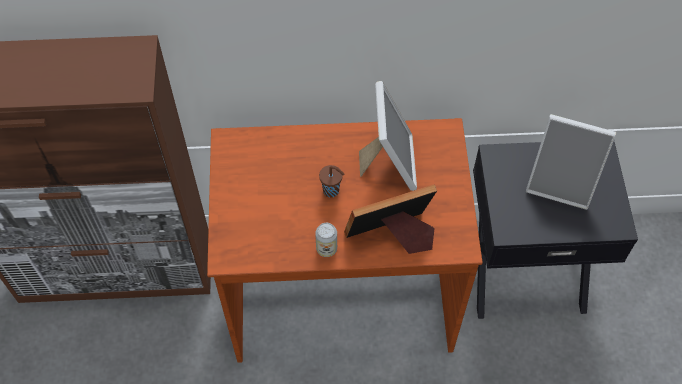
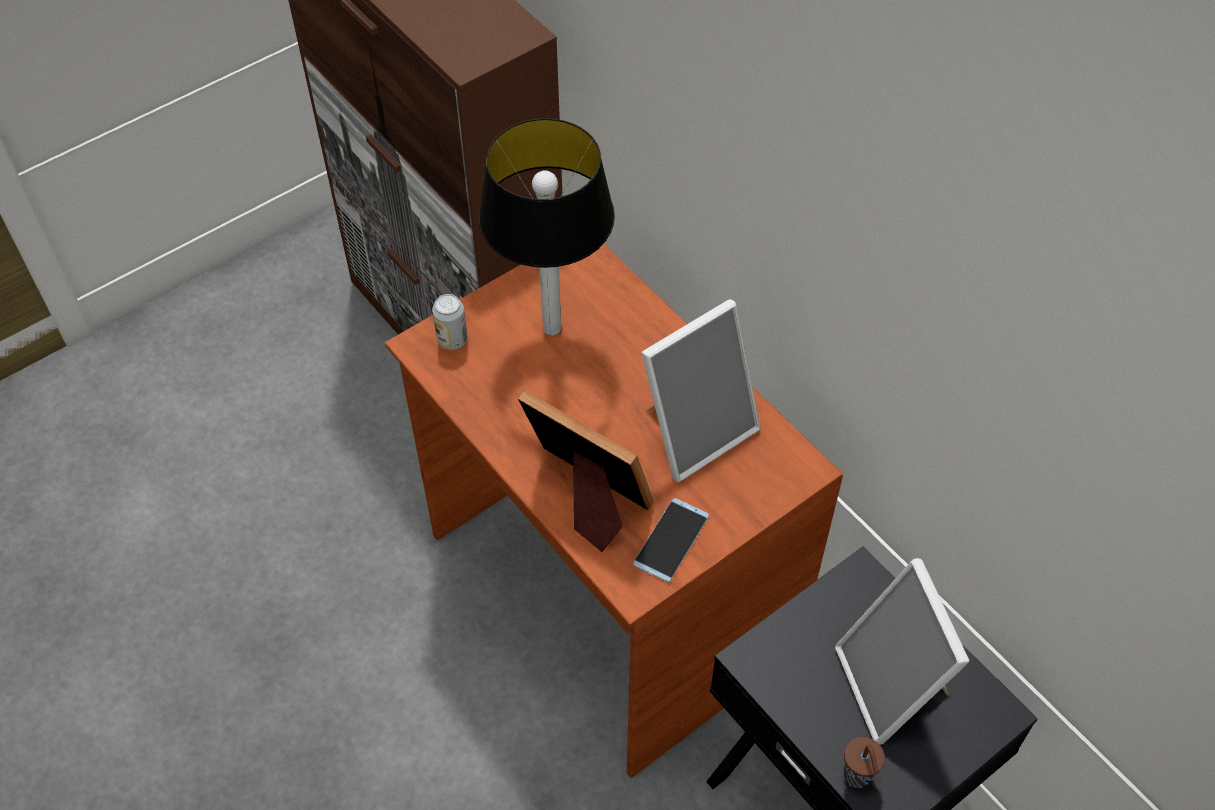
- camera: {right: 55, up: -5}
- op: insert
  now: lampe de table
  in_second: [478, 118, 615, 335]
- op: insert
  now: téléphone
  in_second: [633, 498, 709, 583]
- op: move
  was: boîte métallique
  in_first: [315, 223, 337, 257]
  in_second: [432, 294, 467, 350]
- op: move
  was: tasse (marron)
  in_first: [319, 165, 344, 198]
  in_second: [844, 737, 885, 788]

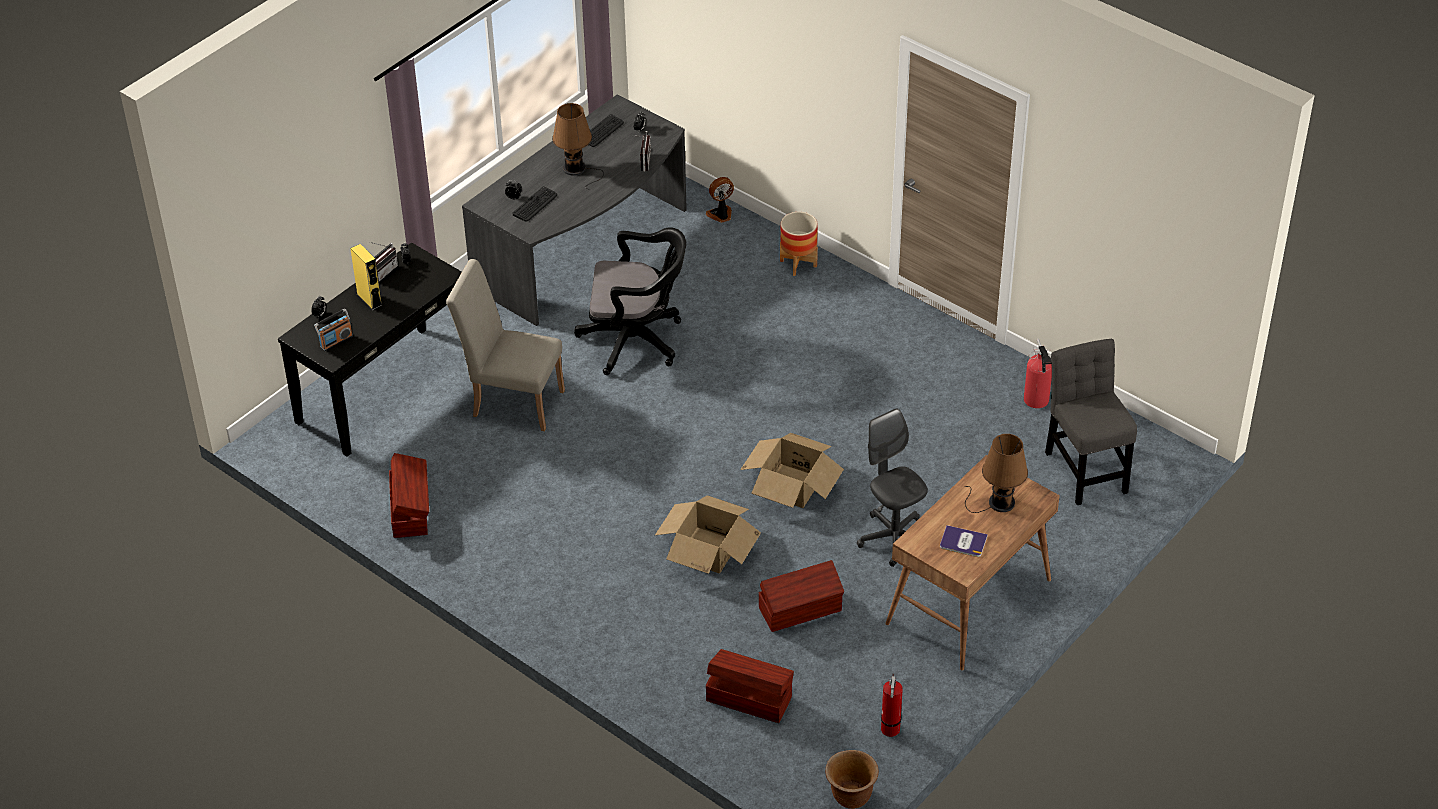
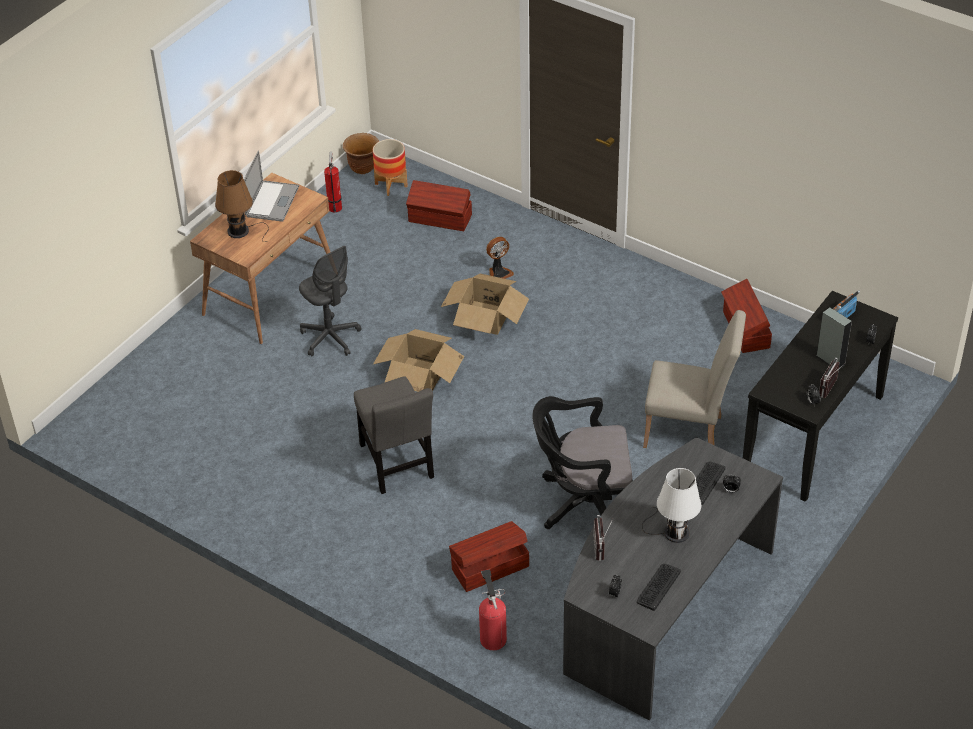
- camera: {right: 175, up: 0}
- op: move
  was: ventilateur
  in_first: [706, 177, 734, 223]
  in_second: [486, 237, 514, 279]
- op: move
  was: boîte de rangement (marron)
  in_first: [759, 560, 844, 632]
  in_second: [449, 521, 529, 592]
- op: move
  was: cache-pot
  in_first: [780, 212, 818, 276]
  in_second: [373, 139, 408, 196]
- op: move
  was: extincteur
  in_first: [1024, 339, 1052, 408]
  in_second: [479, 569, 507, 650]
- op: move
  was: chaise (gris)
  in_first: [1045, 339, 1137, 505]
  in_second: [354, 376, 434, 494]
- op: replace
  was: livre
  now: ordinateur portable
  in_first: [940, 525, 988, 557]
  in_second: [244, 151, 299, 221]
- op: recolor
  was: enceinte (jaune)
  now: enceinte (gris)
  in_first: [350, 244, 382, 310]
  in_second: [816, 308, 852, 369]
- op: recolor
  was: lampe de table (marron)
  now: lampe de table (blanc)
  in_first: [552, 103, 604, 190]
  in_second: [642, 468, 701, 543]

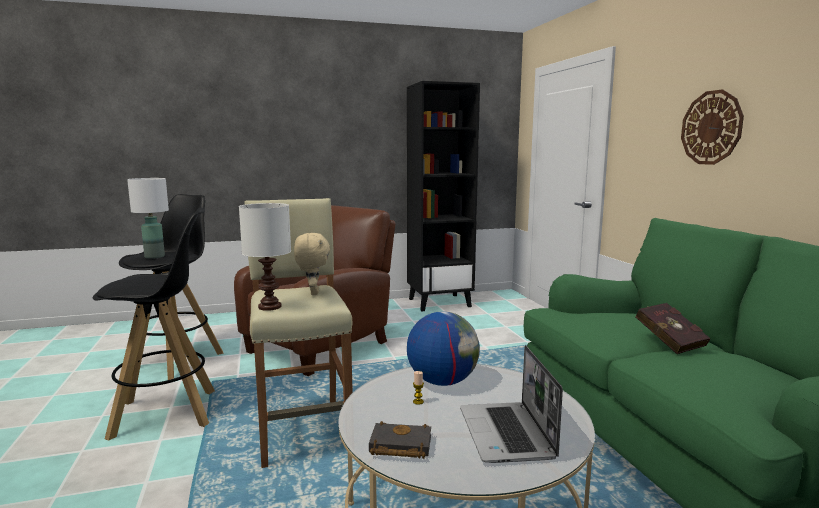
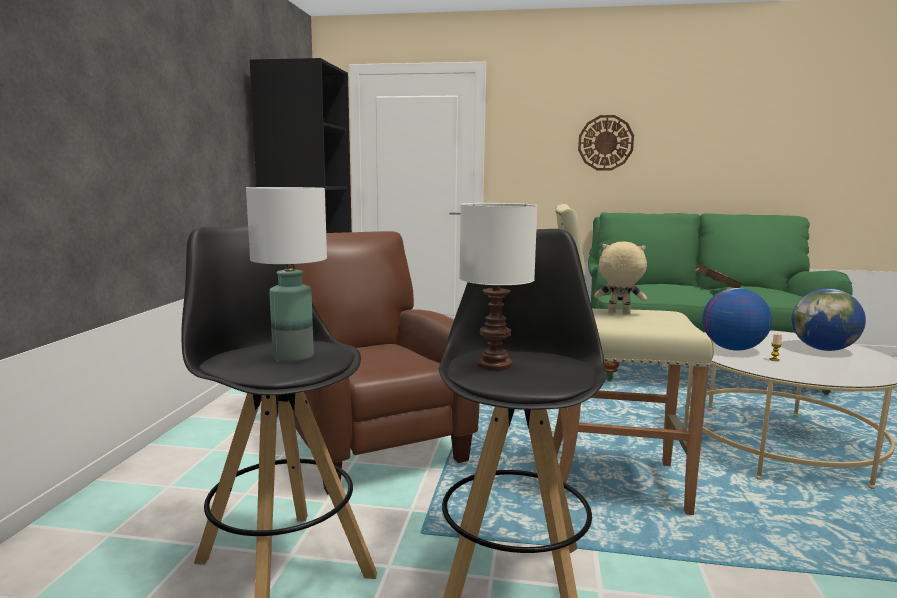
- camera: {right: -65, up: 0}
- op: delete
  was: livre (noir)
  in_first: [369, 421, 431, 459]
- op: move
  was: lampe de table (blanc)
  in_first: [239, 203, 291, 311]
  in_second: [459, 203, 538, 371]
- op: replace
  was: ordinateur portable
  now: globe
  in_first: [460, 345, 563, 463]
  in_second: [792, 289, 866, 351]

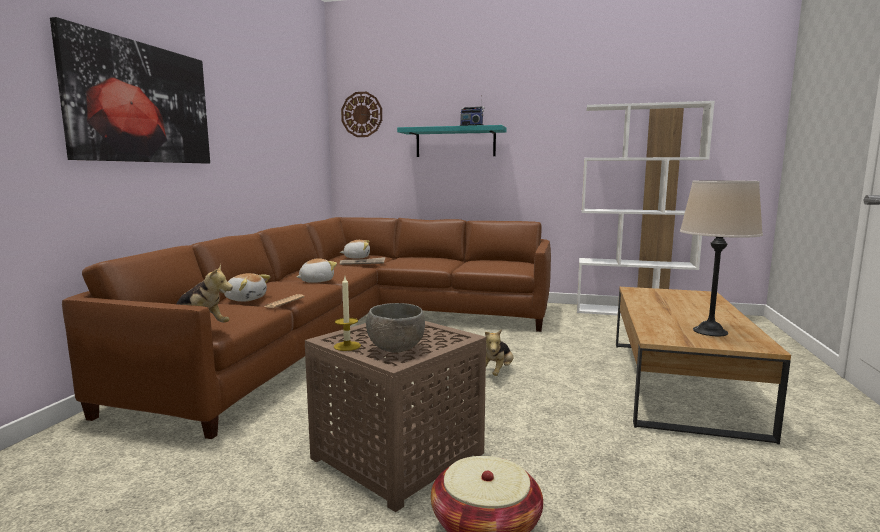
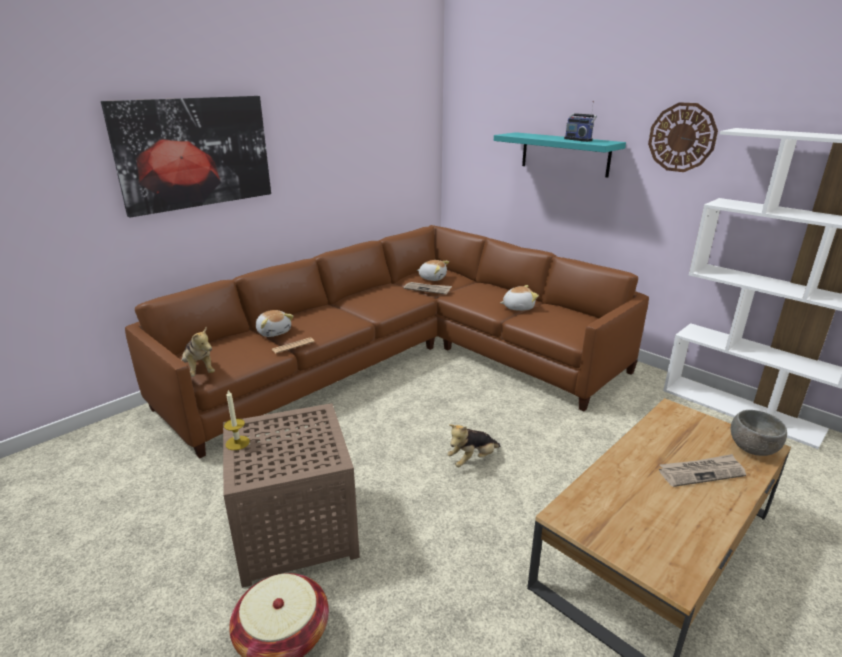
- camera: {right: 30, up: 15}
- op: delete
  was: lampe de table (beige)
  in_first: [680, 180, 763, 336]
- op: insert
  now: journal
  in_second: [659, 454, 746, 487]
- op: move
  was: peluche
  in_first: [297, 258, 337, 283]
  in_second: [500, 285, 539, 311]
- op: move
  was: horloge murale
  in_first: [341, 92, 382, 137]
  in_second: [648, 102, 718, 172]
- op: move
  was: bol (gris)
  in_first: [366, 303, 425, 353]
  in_second: [731, 410, 787, 456]

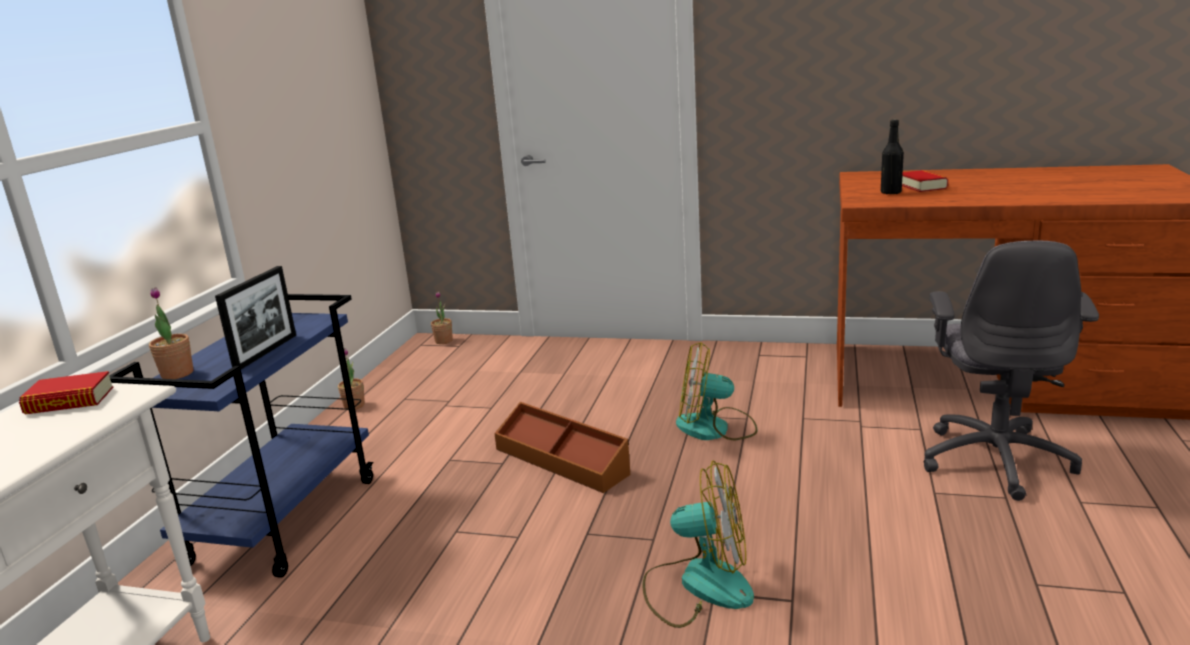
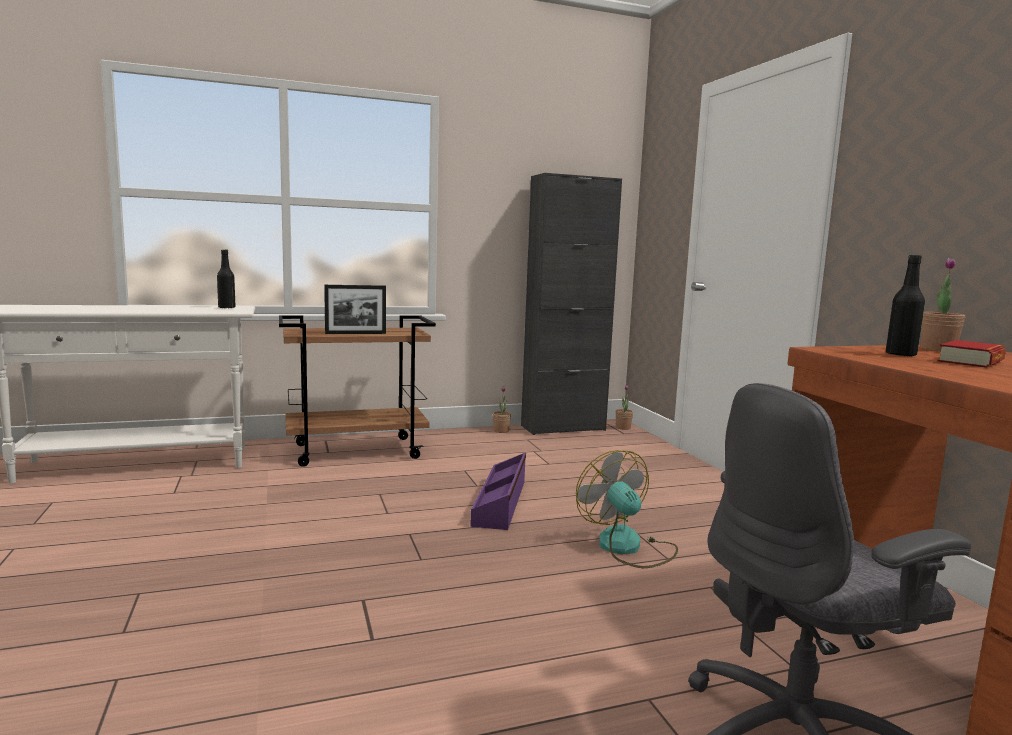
- camera: {right: 55, up: -10}
- op: delete
  was: ventilateur
  in_first: [643, 460, 754, 628]
- op: insert
  now: meuble de rangement (noir)
  in_second: [521, 173, 622, 435]
- op: move
  was: plante en pot
  in_first: [149, 287, 193, 379]
  in_second: [921, 258, 965, 352]
- op: replace
  was: livre
  now: bouteille (noir)
  in_first: [19, 371, 113, 414]
  in_second: [217, 249, 236, 309]
- op: recolor
  was: chariot (bleu)
  now: chariot (marron)
  in_first: [109, 294, 374, 578]
  in_second: [279, 315, 436, 467]
- op: recolor
  was: boîte de rangement (marron)
  now: boîte de rangement (violet)
  in_first: [494, 402, 630, 493]
  in_second: [470, 453, 526, 530]

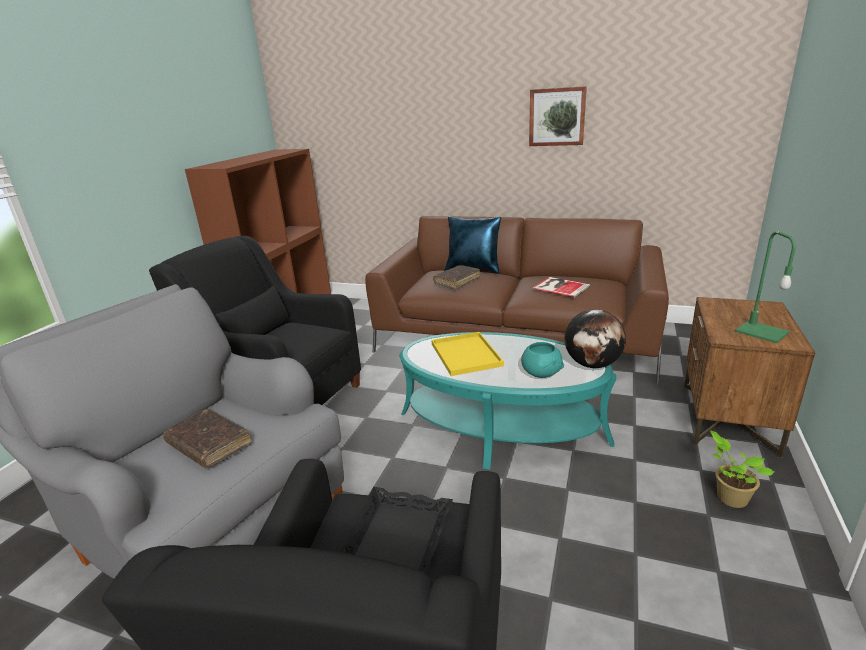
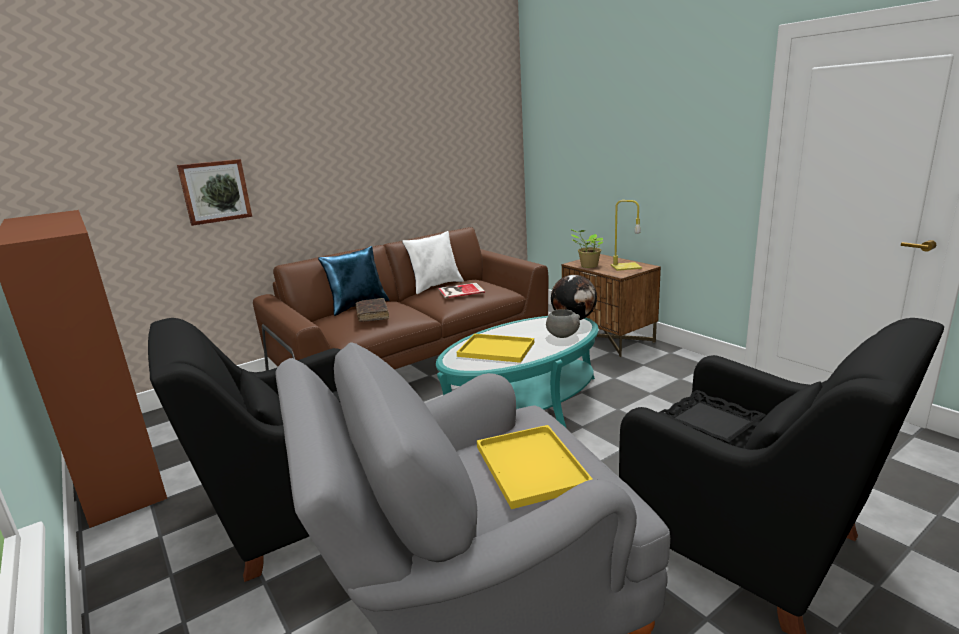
- camera: {right: -55, up: -5}
- op: insert
  now: coussin (blanc)
  in_second: [402, 231, 464, 294]
- op: move
  was: tableau
  in_first: [529, 86, 587, 146]
  in_second: [177, 159, 252, 226]
- op: move
  was: plante en pot
  in_first: [710, 431, 774, 508]
  in_second: [570, 229, 604, 268]
- op: replace
  was: livre (marron)
  now: plateau (jaune)
  in_first: [163, 408, 252, 469]
  in_second: [477, 425, 592, 509]
- op: recolor
  was: bol (turquoise)
  now: bol (gris)
  in_first: [521, 342, 564, 378]
  in_second: [546, 309, 580, 338]
- op: recolor
  was: lampe de table (vert)
  now: lampe de table (jaune)
  in_first: [735, 231, 796, 343]
  in_second: [611, 200, 642, 271]

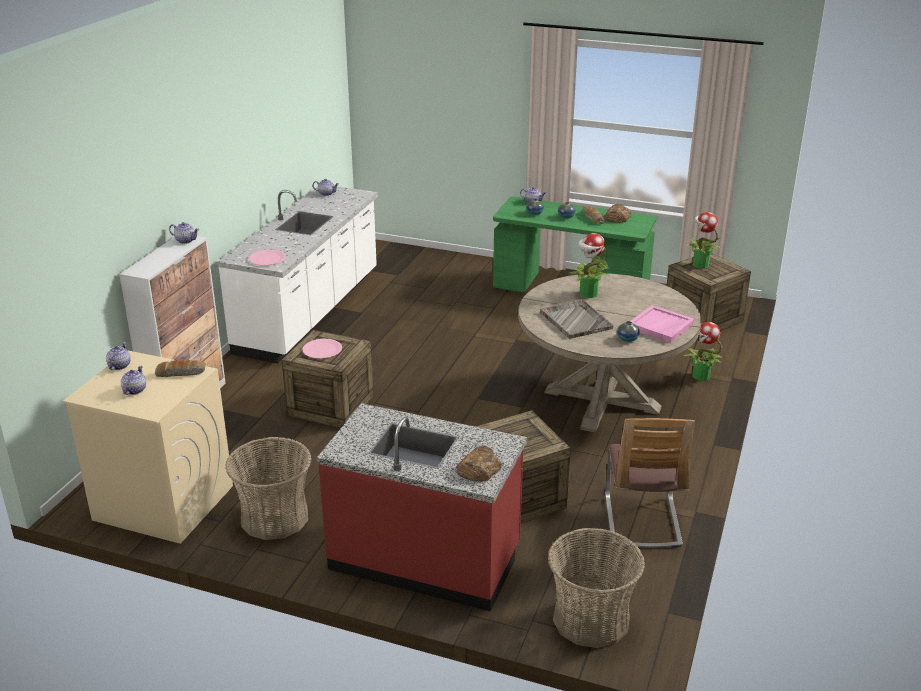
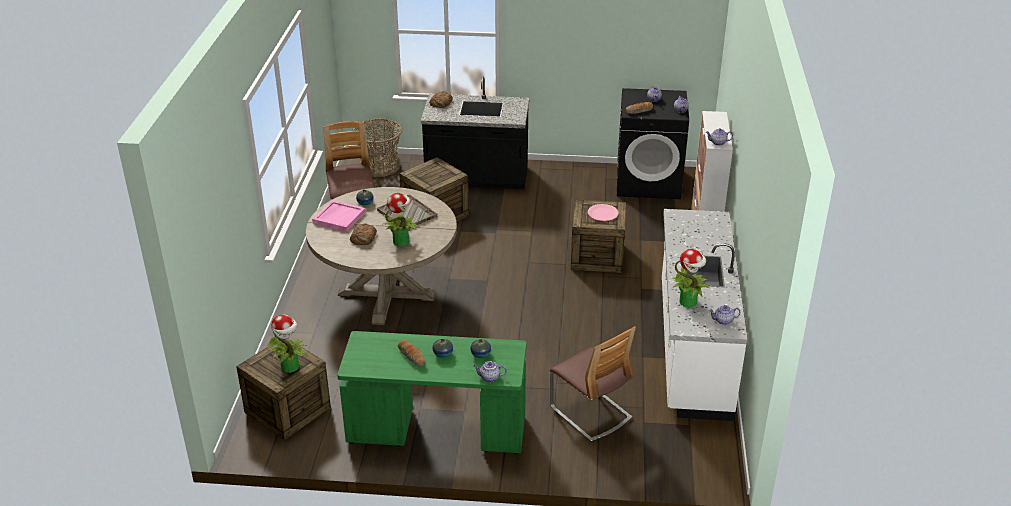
- camera: {right: 165, up: 5}
- op: delete
  was: panier
  in_first: [225, 437, 312, 540]
- op: delete
  was: assiette (rose)
  in_first: [248, 250, 286, 266]
- op: insert
  now: chaise
  in_second: [550, 326, 636, 442]
- op: move
  was: pain
  in_first: [604, 204, 631, 223]
  in_second: [350, 223, 377, 245]
- op: move
  was: plante en pot
  in_first: [683, 322, 723, 381]
  in_second: [672, 249, 711, 307]
- op: recolor
  was: lave-linge (beige)
  now: lave-linge (noir)
  in_first: [63, 351, 233, 544]
  in_second: [617, 88, 689, 199]
- op: recolor
  was: comptoir de cuisine (rouge)
  now: comptoir de cuisine (noir)
  in_first: [317, 403, 527, 611]
  in_second: [421, 77, 529, 189]

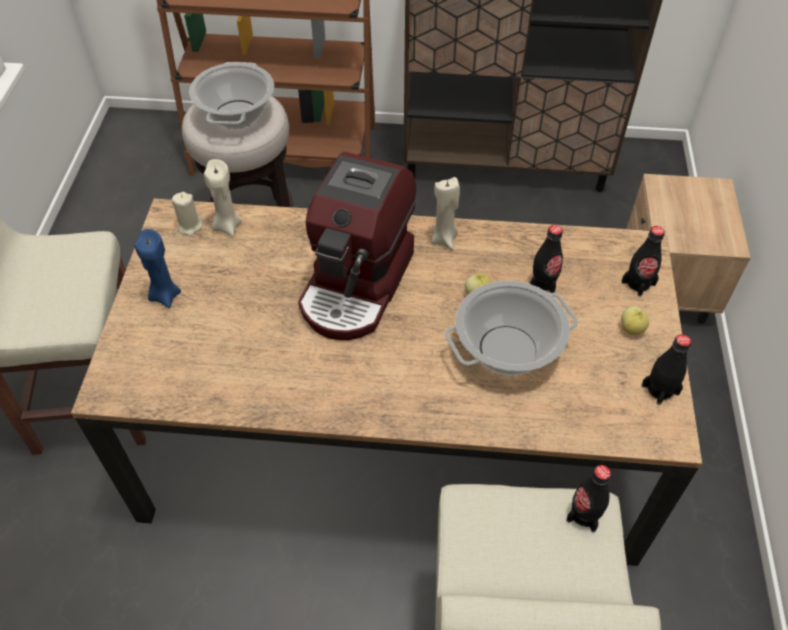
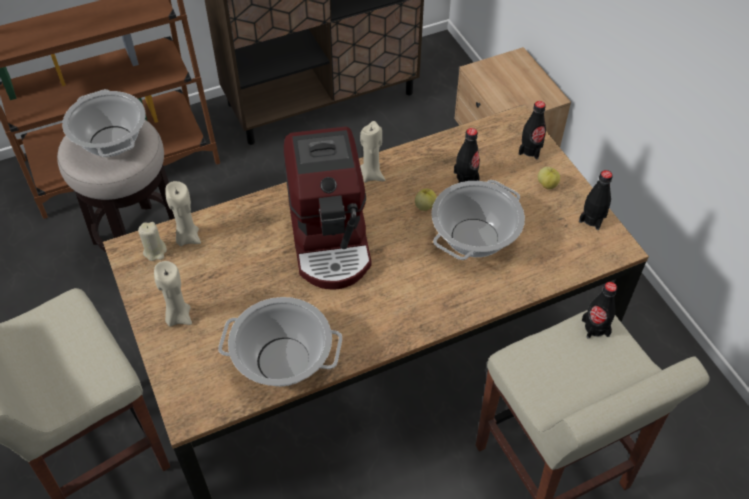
- camera: {right: -30, up: 0}
- op: insert
  now: marmite
  in_second: [218, 297, 342, 386]
- op: recolor
  was: bougie (bleu)
  now: bougie (beige)
  in_first: [134, 229, 181, 308]
  in_second: [154, 261, 192, 327]

